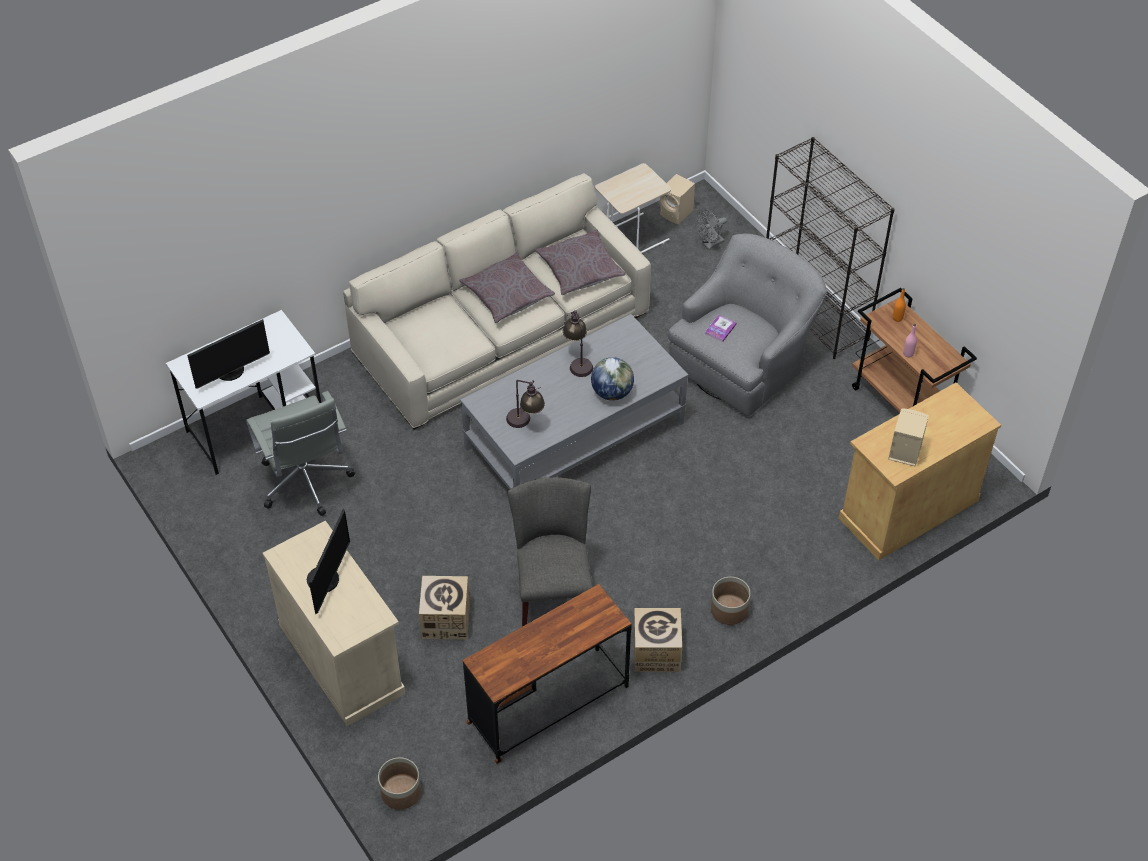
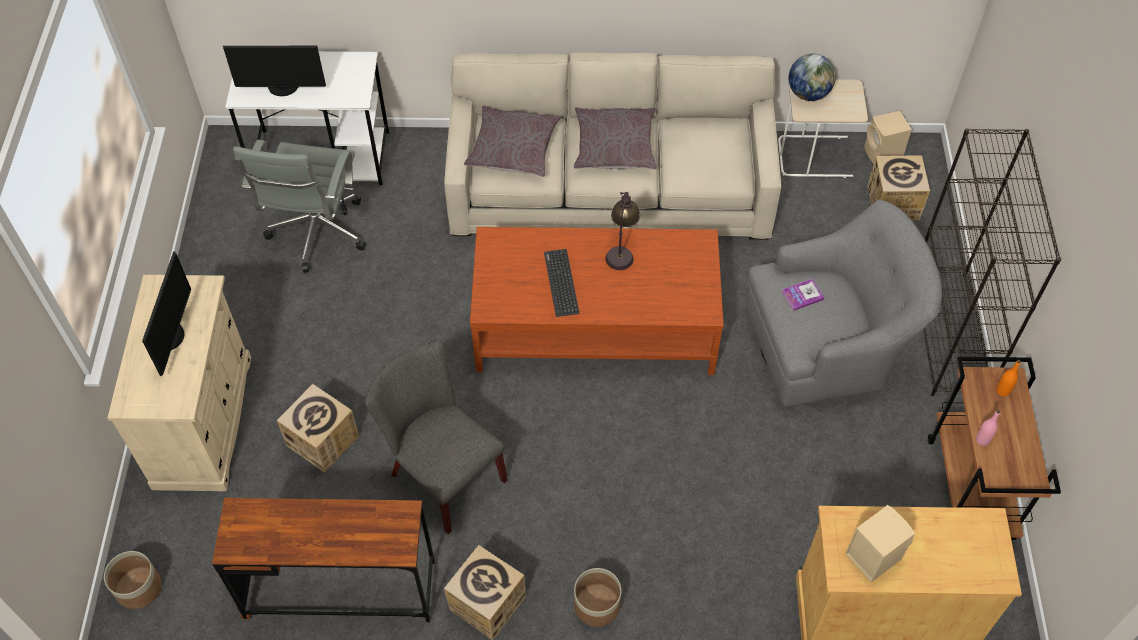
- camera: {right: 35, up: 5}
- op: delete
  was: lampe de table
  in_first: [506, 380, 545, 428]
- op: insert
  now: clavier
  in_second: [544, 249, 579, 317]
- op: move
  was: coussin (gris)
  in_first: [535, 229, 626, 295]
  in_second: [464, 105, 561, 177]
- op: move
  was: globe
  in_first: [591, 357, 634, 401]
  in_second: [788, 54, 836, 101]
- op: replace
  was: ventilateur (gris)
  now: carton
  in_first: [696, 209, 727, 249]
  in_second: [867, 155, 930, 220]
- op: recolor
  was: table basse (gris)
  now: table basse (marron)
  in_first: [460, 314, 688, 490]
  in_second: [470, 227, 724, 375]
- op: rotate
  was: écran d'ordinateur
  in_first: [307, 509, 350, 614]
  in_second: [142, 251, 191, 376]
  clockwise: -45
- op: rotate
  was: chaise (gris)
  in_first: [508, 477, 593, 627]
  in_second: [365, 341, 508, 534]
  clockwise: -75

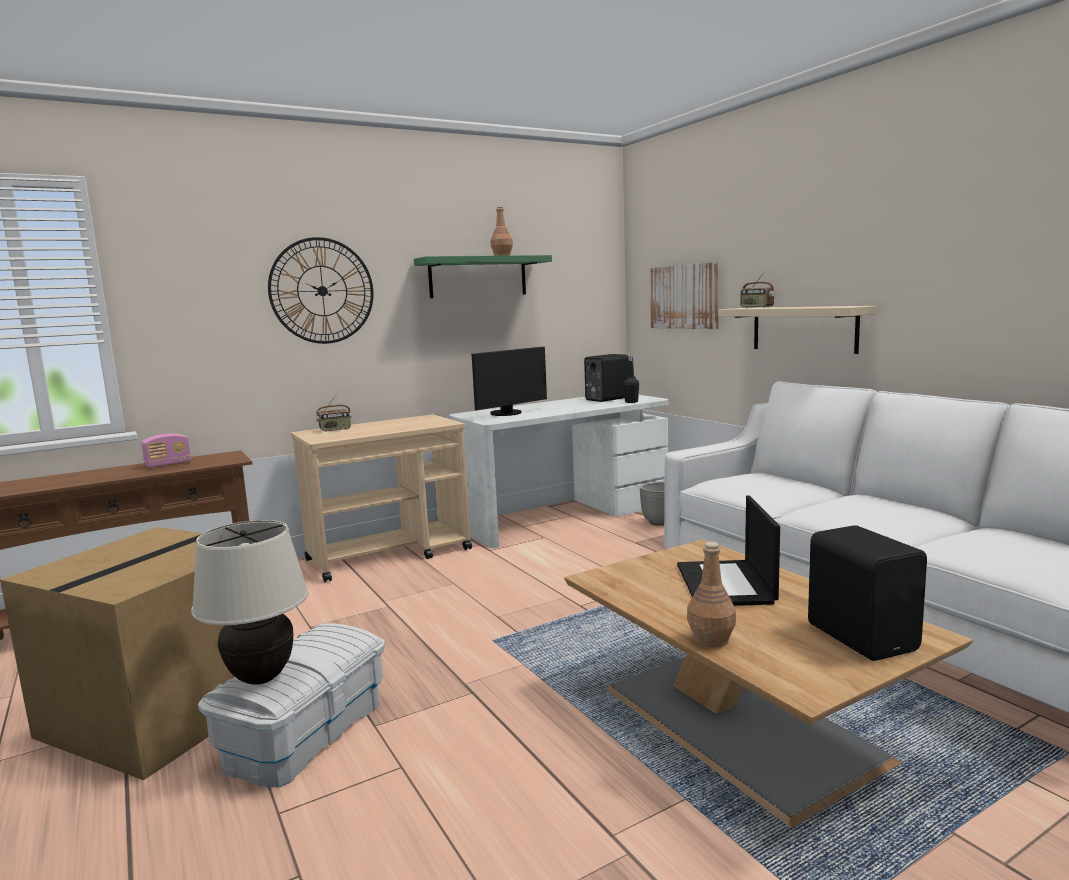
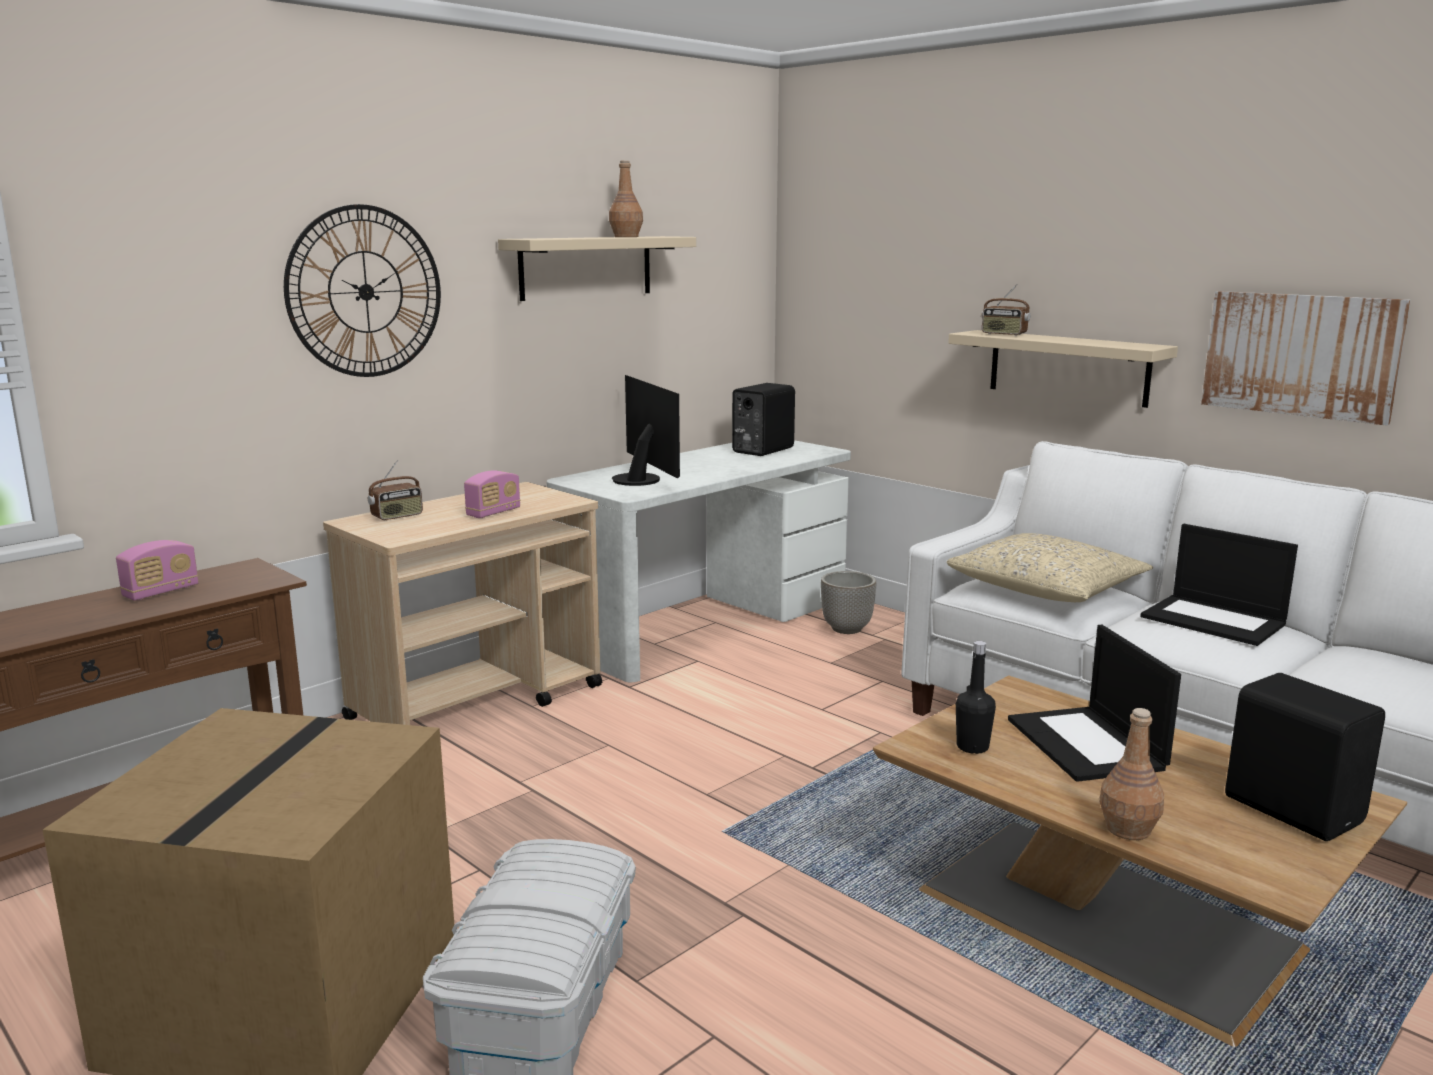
- camera: {right: -15, up: 5}
- op: delete
  was: lampe de table (beige)
  in_first: [191, 520, 309, 685]
- op: insert
  now: radio
  in_second: [464, 470, 520, 518]
- op: insert
  now: coussin (beige)
  in_second: [947, 533, 1153, 602]
- op: insert
  now: ordinateur portable
  in_second: [1140, 524, 1298, 646]
- op: move
  was: bouteille (noir)
  in_first: [623, 357, 639, 403]
  in_second: [956, 641, 996, 754]
- op: move
  was: tableau
  in_first: [650, 262, 719, 329]
  in_second: [1201, 291, 1411, 426]
- op: recolor
  was: étagère (vert)
  now: étagère (beige)
  in_first: [414, 255, 552, 298]
  in_second: [498, 236, 696, 301]
- op: rotate
  was: écran d'ordinateur
  in_first: [472, 346, 547, 416]
  in_second: [612, 375, 680, 486]
  clockwise: -60

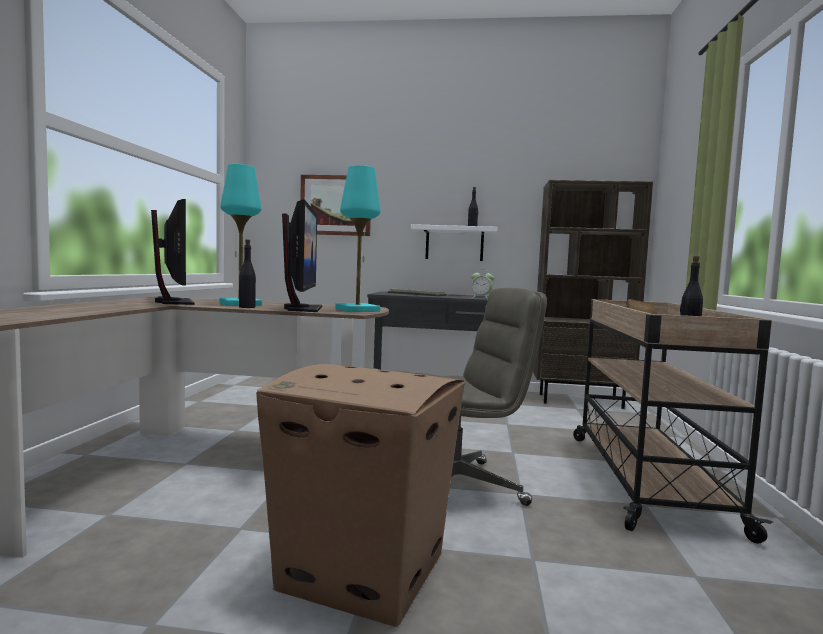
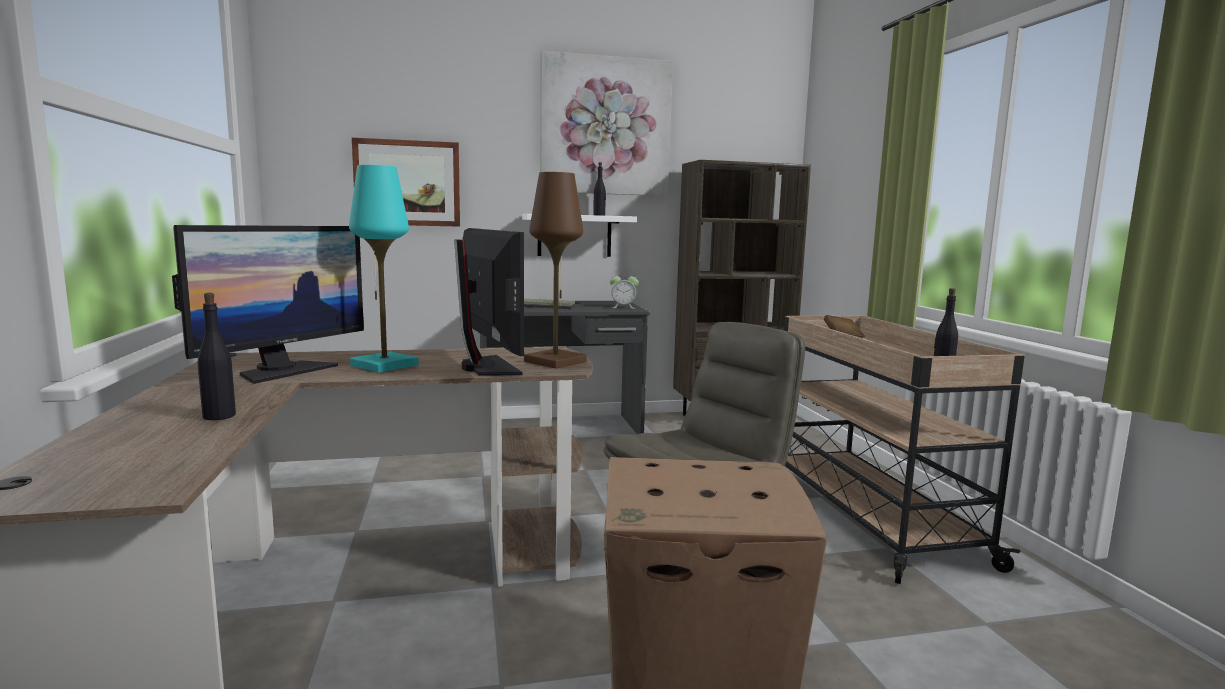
- camera: {right: -20, up: 5}
- op: insert
  now: tableau
  in_second: [540, 51, 673, 196]
- op: move
  was: bouteille (noir)
  in_first: [239, 239, 256, 308]
  in_second: [198, 293, 236, 420]
- op: recolor
  was: lampe de table (turquoise)
  now: lampe de table (marron)
  in_first: [335, 165, 381, 312]
  in_second: [524, 172, 587, 369]
- op: rotate
  was: écran d'ordinateur
  in_first: [151, 199, 195, 305]
  in_second: [172, 225, 364, 384]
  clockwise: 75

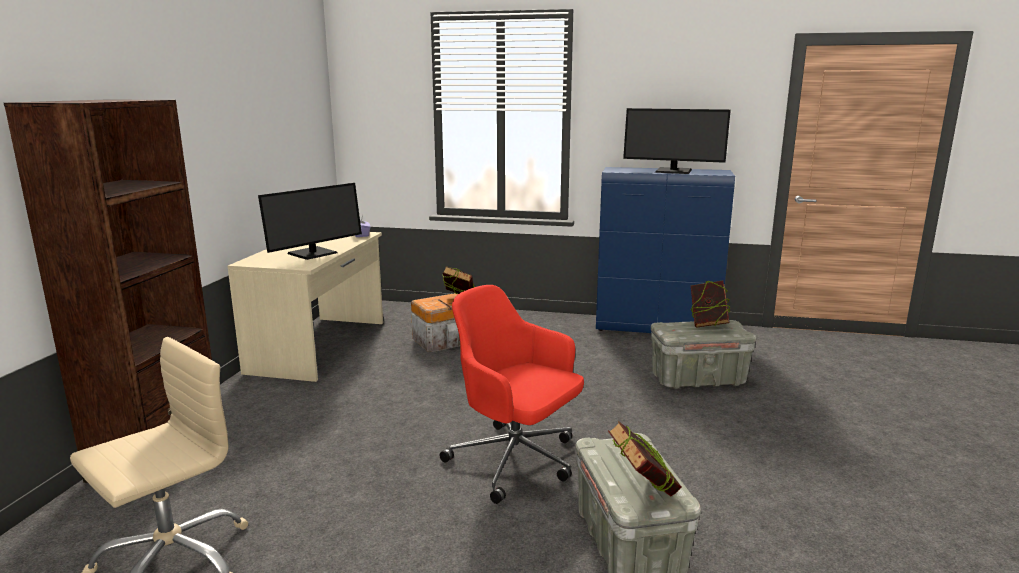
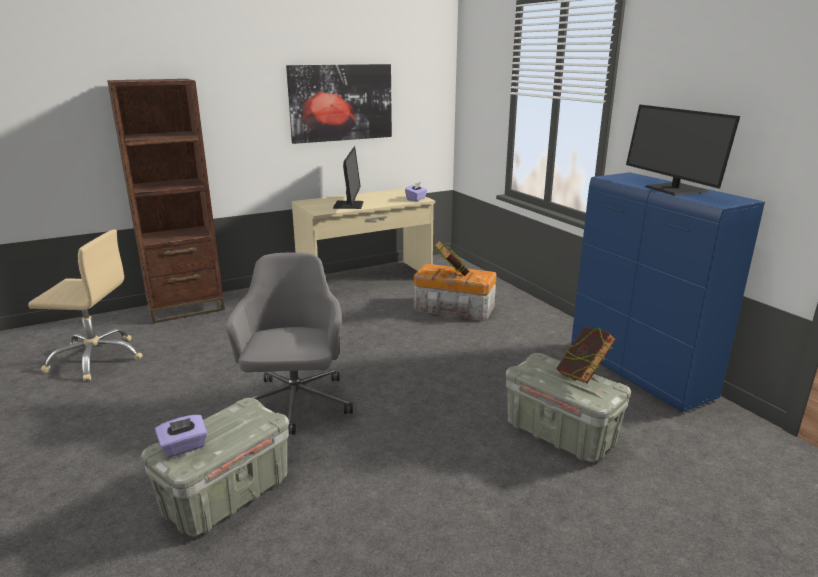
- camera: {right: 50, up: 5}
- op: insert
  now: tableau
  in_second: [286, 64, 392, 144]
- op: replace
  was: livre
  now: boîte à mouchoirs (violet)
  in_first: [608, 421, 682, 496]
  in_second: [155, 415, 208, 458]
- op: recolor
  was: chaise de bureau (rouge)
  now: chaise de bureau (gris)
  in_first: [440, 285, 584, 504]
  in_second: [226, 252, 353, 435]
- op: rotate
  was: écran d'ordinateur
  in_first: [258, 183, 362, 260]
  in_second: [333, 146, 363, 209]
  clockwise: -90

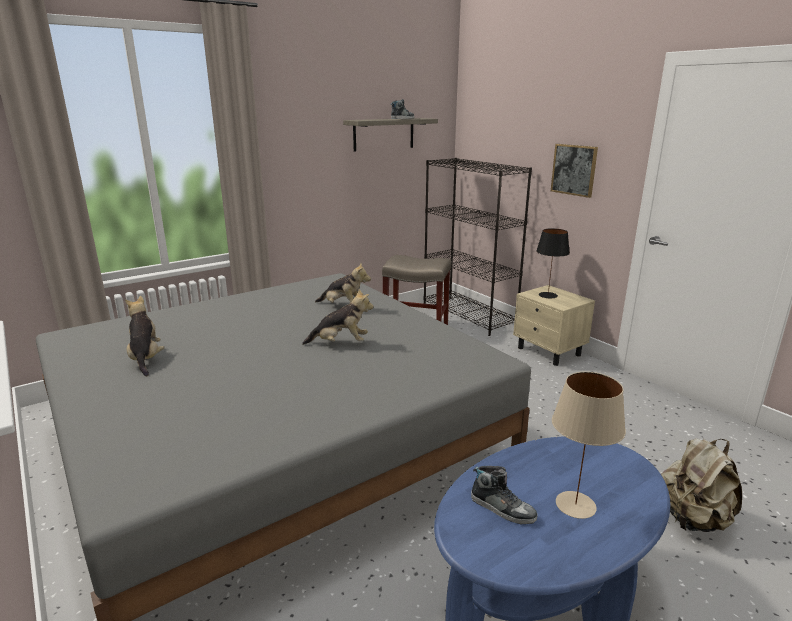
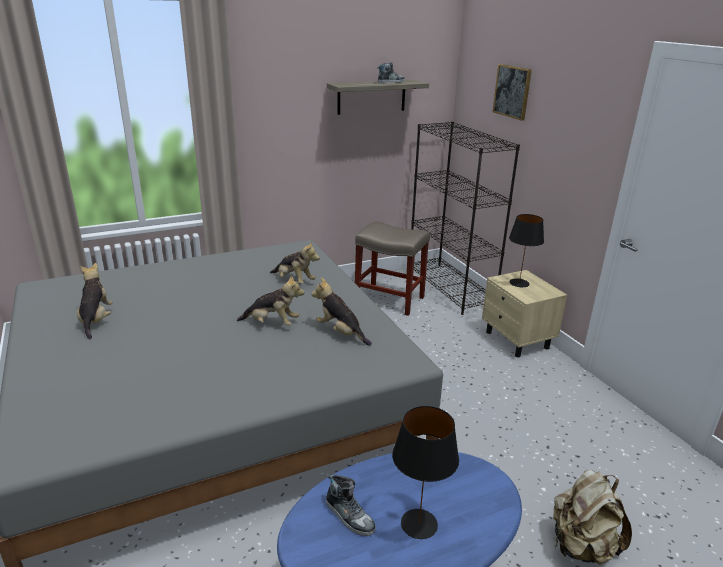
- camera: {right: 10, up: 5}
- op: insert
  now: peluche
  in_second: [311, 278, 372, 346]
- op: move
  was: tableau
  in_first: [551, 144, 598, 198]
  in_second: [493, 64, 532, 121]
- op: recolor
  was: lampe de table (beige)
  now: lampe de table (noir)
  in_first: [552, 372, 626, 519]
  in_second: [392, 406, 459, 539]

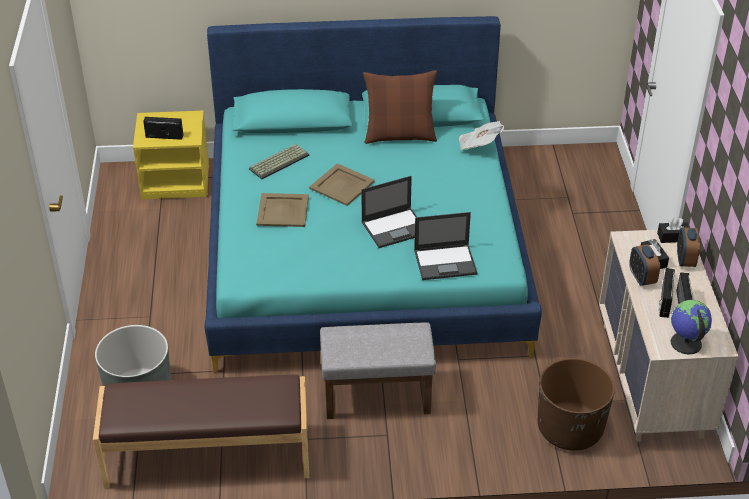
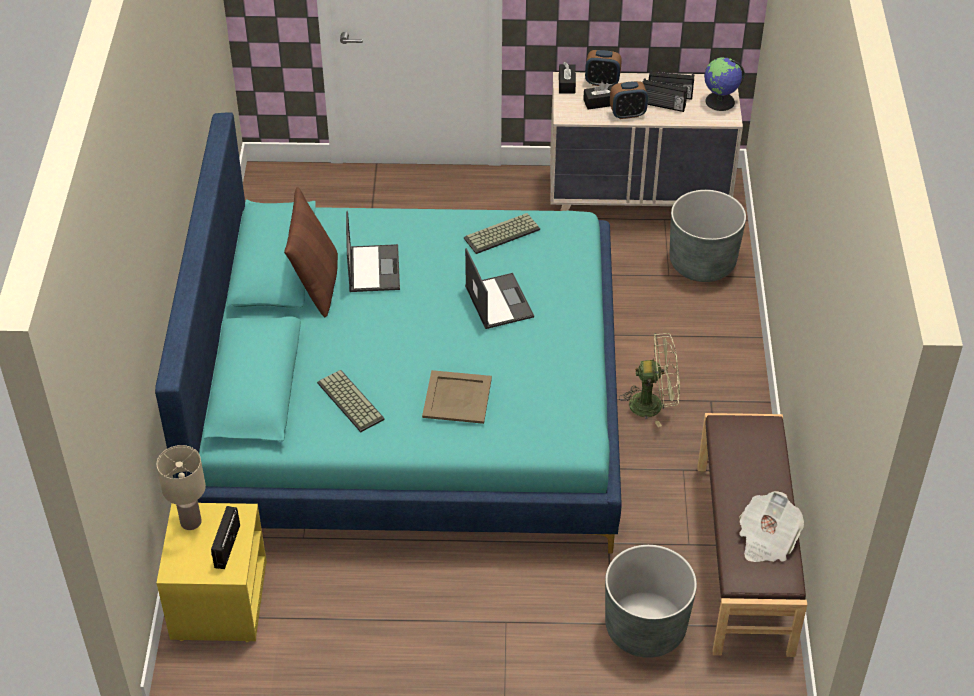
- camera: {right: -85, up: 5}
- op: delete
  was: plateau (beige)
  in_first: [309, 163, 375, 206]
- op: insert
  now: lampe de table (beige)
  in_second: [157, 445, 206, 530]
- op: insert
  now: clavier
  in_second: [464, 213, 540, 254]
- op: move
  was: ordinateur portable
  in_first: [414, 212, 477, 280]
  in_second: [346, 211, 400, 292]
- op: move
  was: journal
  in_first: [459, 121, 504, 150]
  in_second: [739, 491, 804, 562]
- op: replace
  was: pouf (gris)
  now: ventilateur (vert)
  in_first: [320, 322, 436, 419]
  in_second: [619, 333, 680, 427]
- op: recolor
  was: cache-pot (marron)
  now: cache-pot (gris)
  in_first: [538, 358, 615, 451]
  in_second: [670, 190, 746, 282]

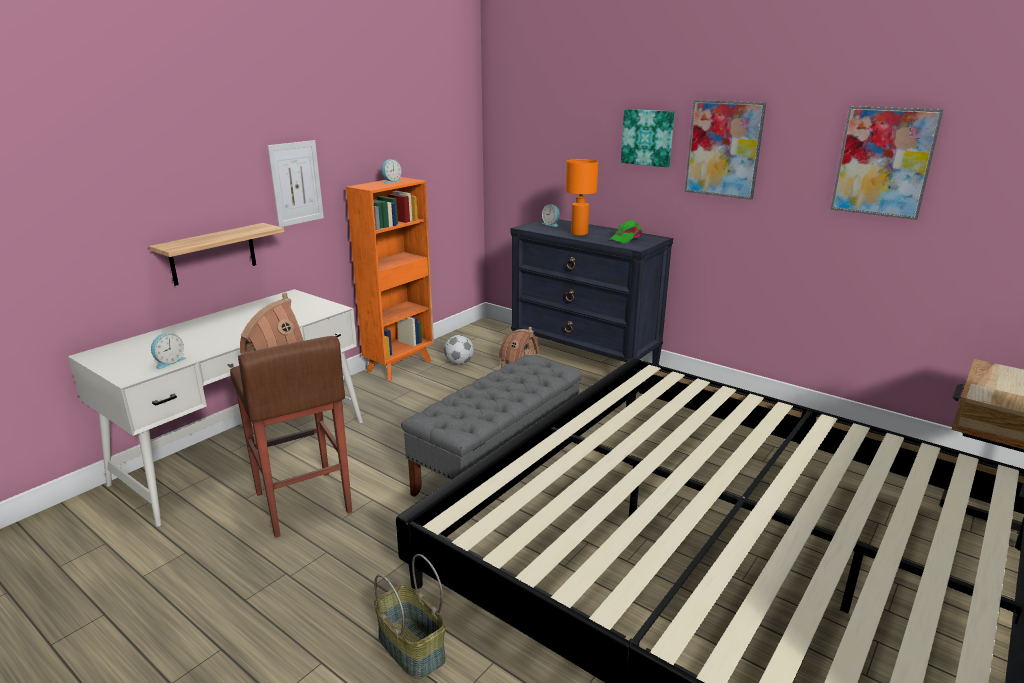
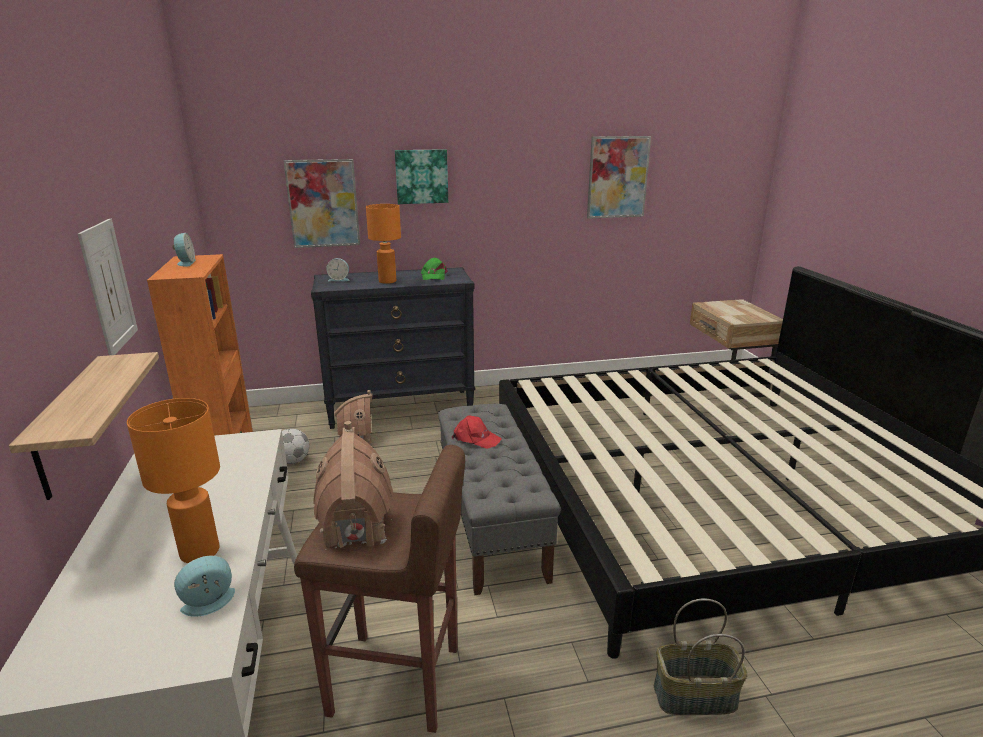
- camera: {right: -50, up: 0}
- op: insert
  now: lampe de table (orange)
  in_second: [127, 398, 220, 563]
- op: insert
  now: casquette (rouge)
  in_second: [452, 415, 502, 449]
- op: move
  was: tableau
  in_first: [685, 100, 766, 200]
  in_second: [283, 159, 360, 248]
- op: rotate
  was: réveil
  in_first: [151, 333, 186, 369]
  in_second: [174, 556, 235, 616]
  clockwise: -105

